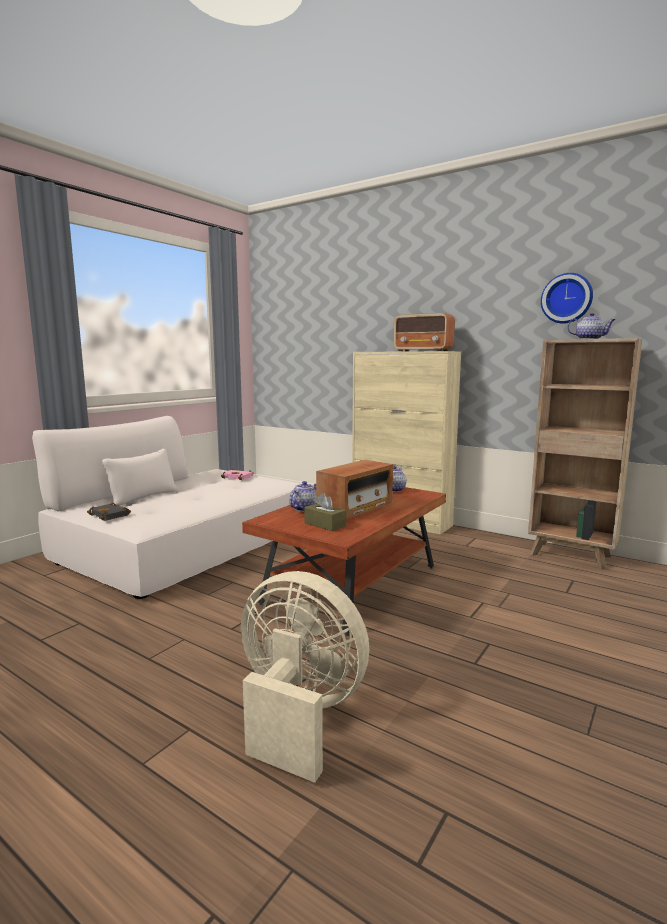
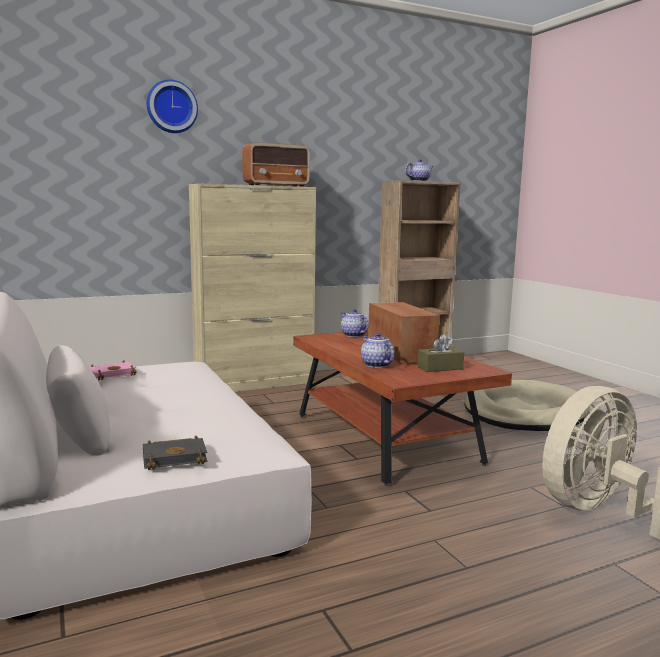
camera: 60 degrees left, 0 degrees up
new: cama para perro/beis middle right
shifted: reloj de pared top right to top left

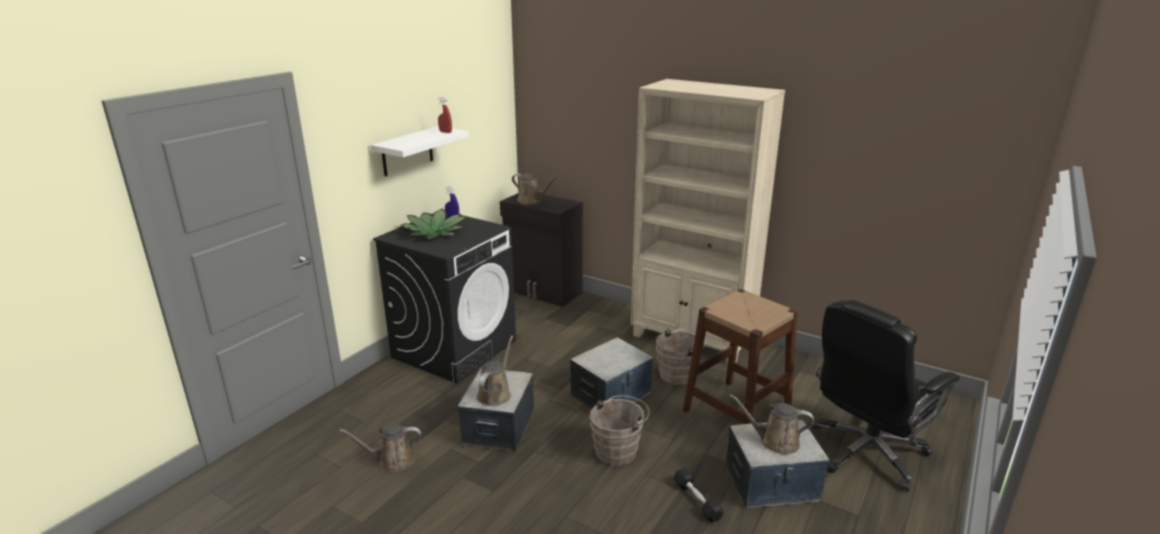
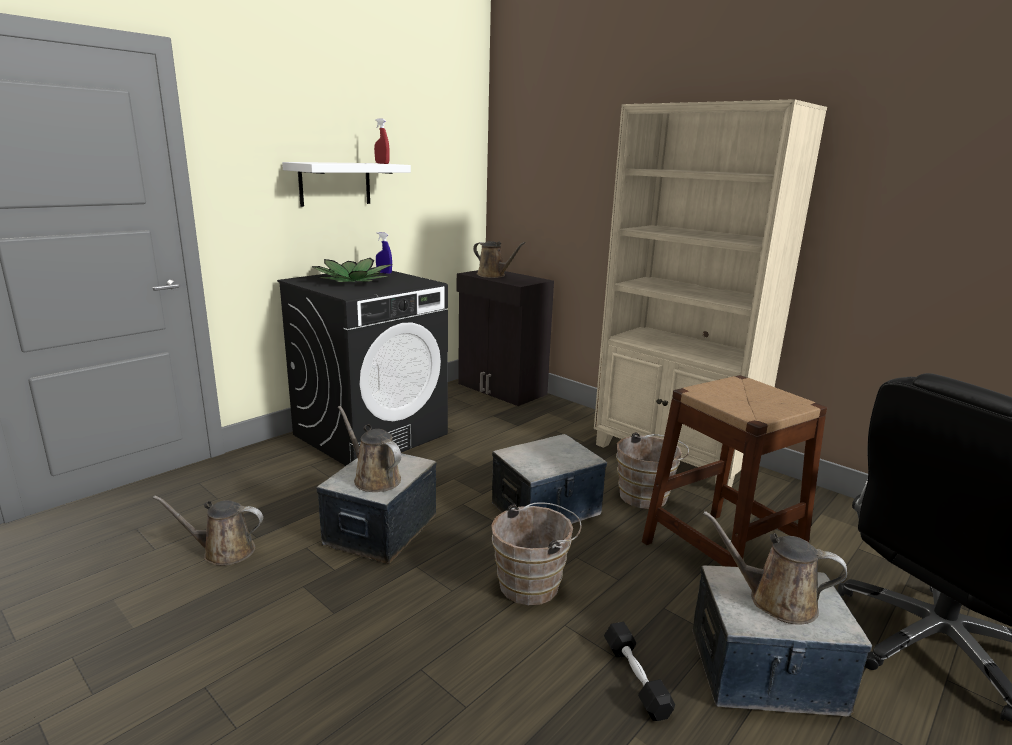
camera: 10 degrees right, 5 degrees down
rotated: regadera/marrón (no. 2 from left) bottom centre = centre 75 degrees counterclockwise

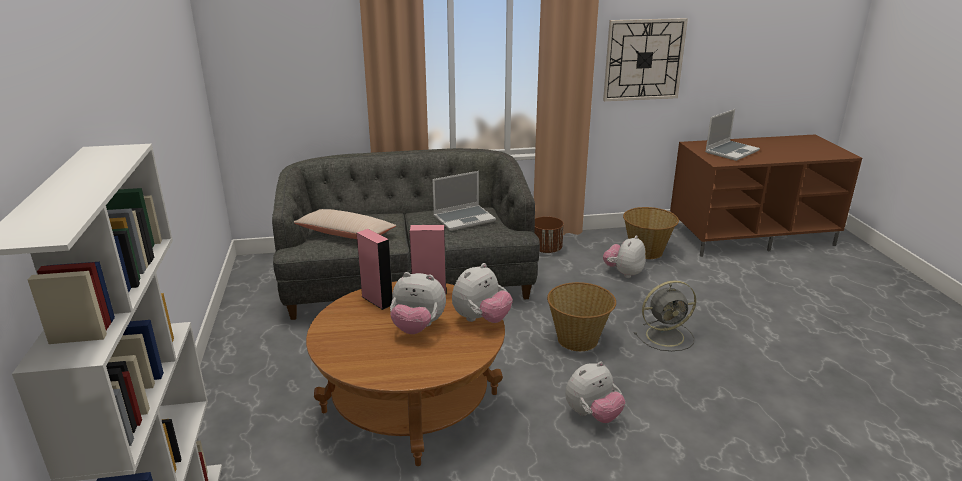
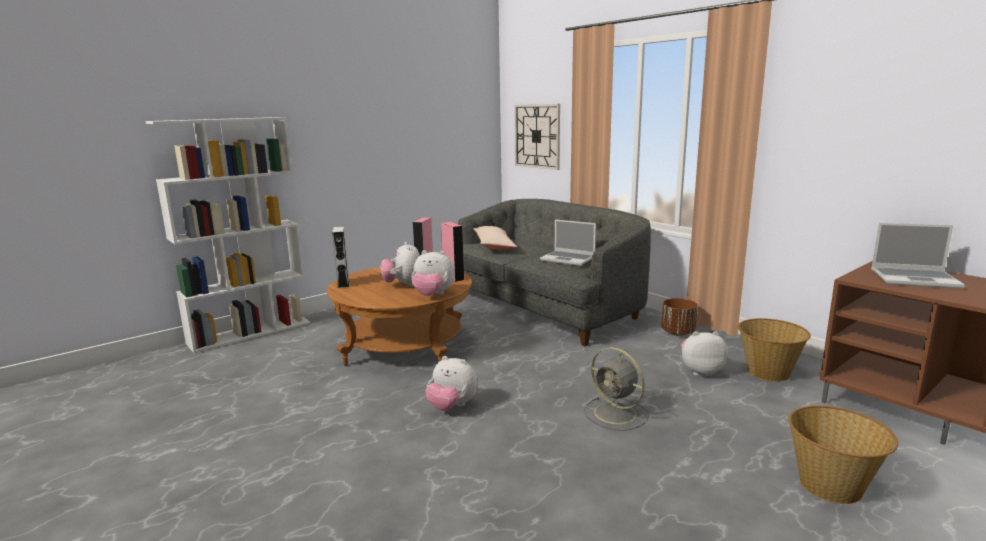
camera: 60 degrees right, 10 degrees down
new: altavoz/gris centre
shifted: cesta (no. 1 from left in the first image) centre to cesta (no. 2 from left) bottom right; reloj de pared top right to top centre

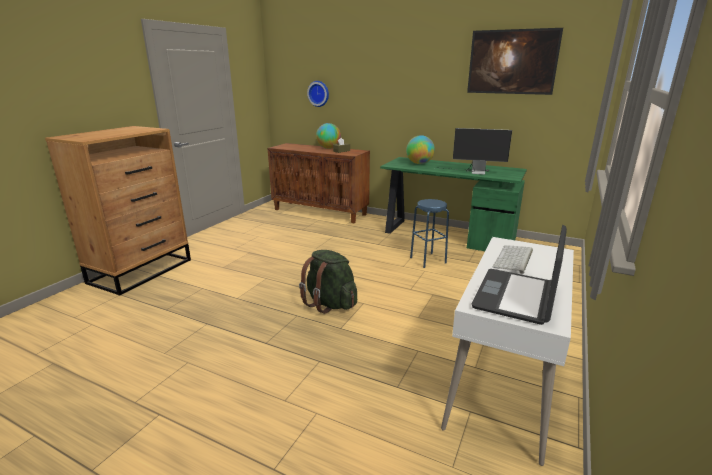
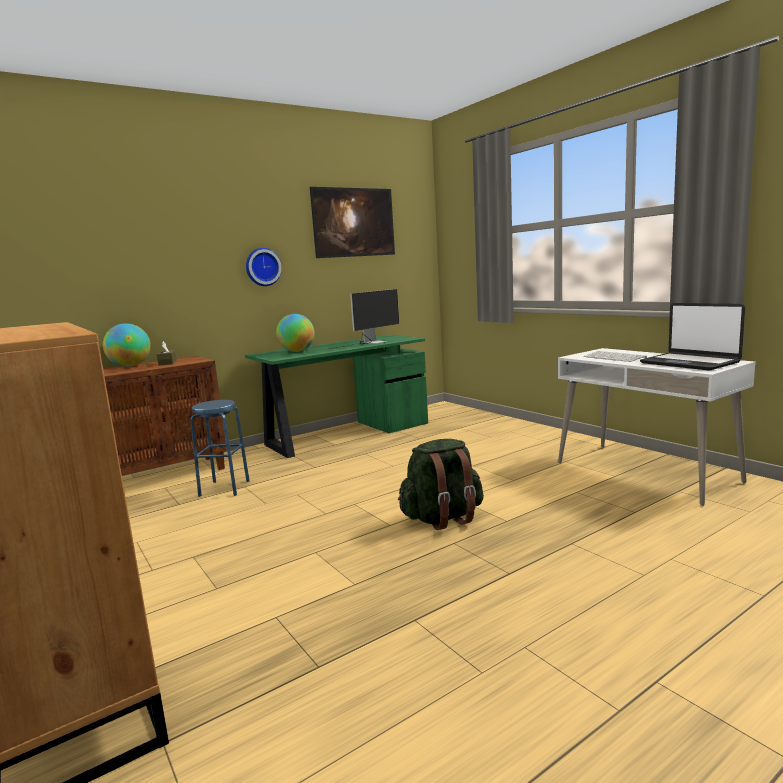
camera: 60 degrees left, 10 degrees down
shifted: reloj de pared top centre to centre; taburete/azul centre to middle left

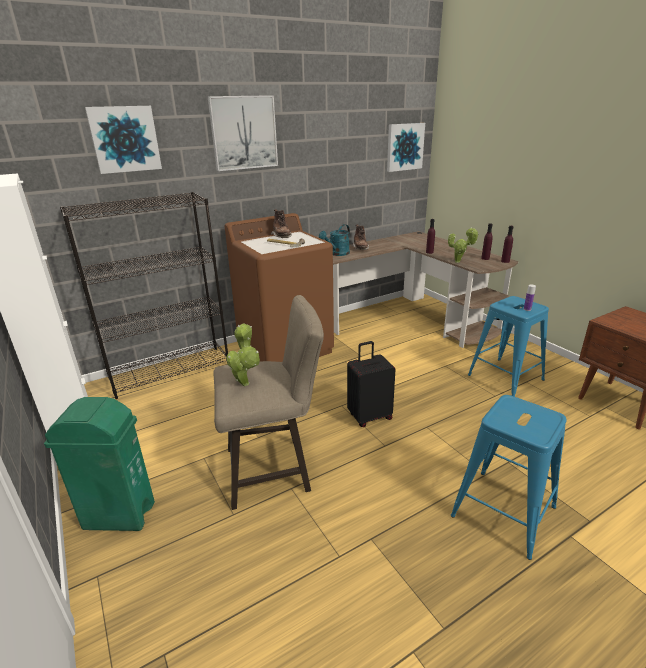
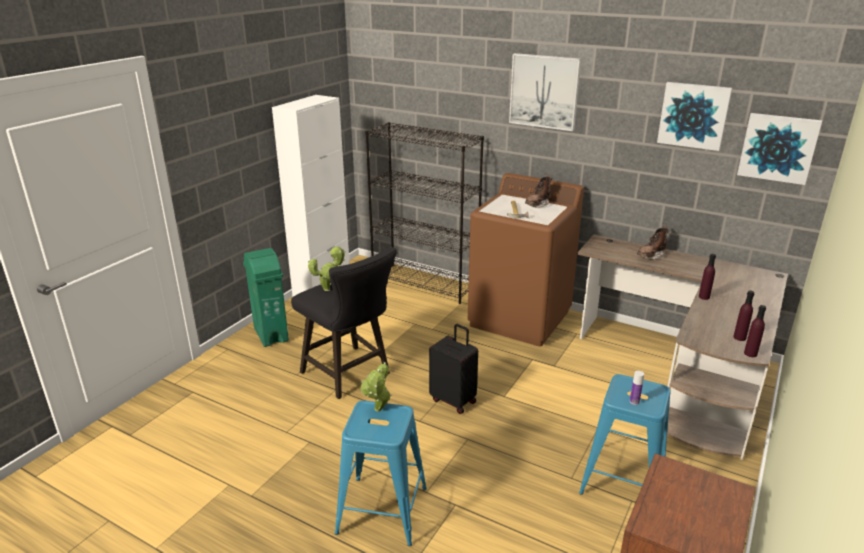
camera: 60 degrees right, 0 degrees up
gone: regadera/turquesa centre
shifted: cuadro (no. 1 from left in the first image) top left to cuadro (no. 2 from left) top right; planta en maceta (no. 2 from left) middle right to bottom centre
repainted: taburete/beis centre to taburete/negro centre

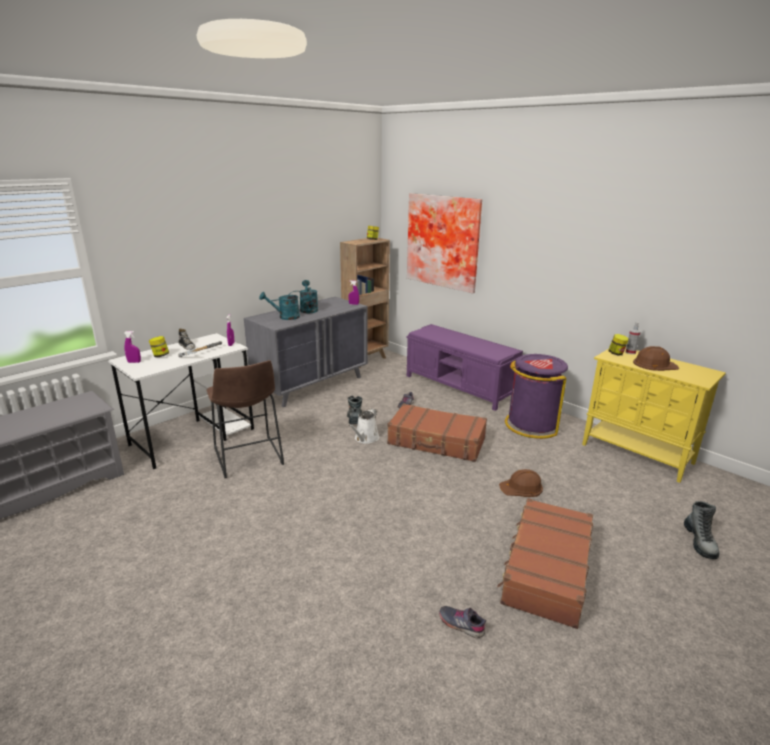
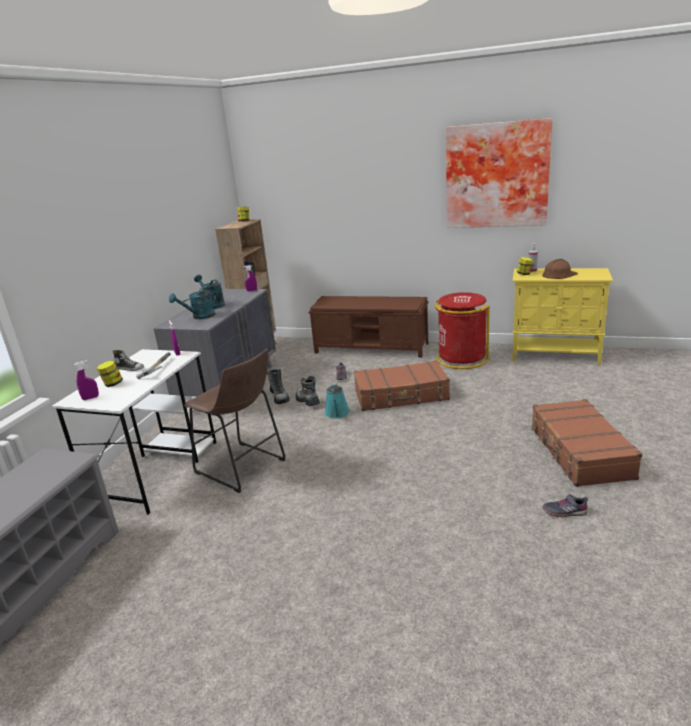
camera: 25 degrees left, 0 degrees up
gone: casco/marrón (no. 1 from left) middle right
shifted: cuadro top centre to top right; bota (no. 2 from left in the first image) bottom right to bota (no. 1 from left) centre
repainted: regadera/blanco centre to regadera/turquesa (no. 3 from left) centre; banco/morado centre to banco/marrón centre; papelera/morado middle right to papelera/rojo middle right

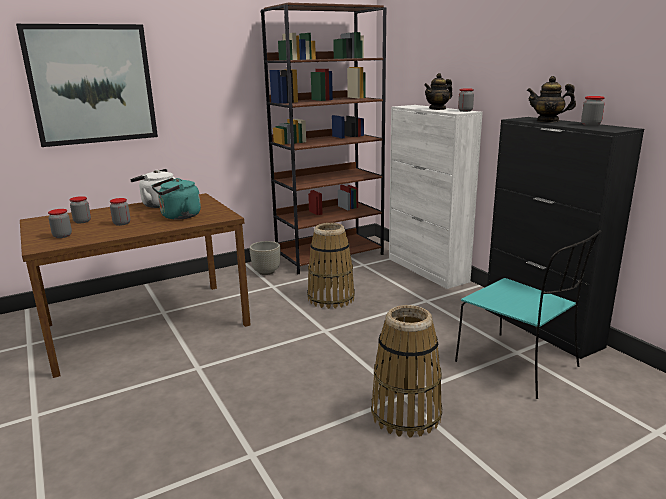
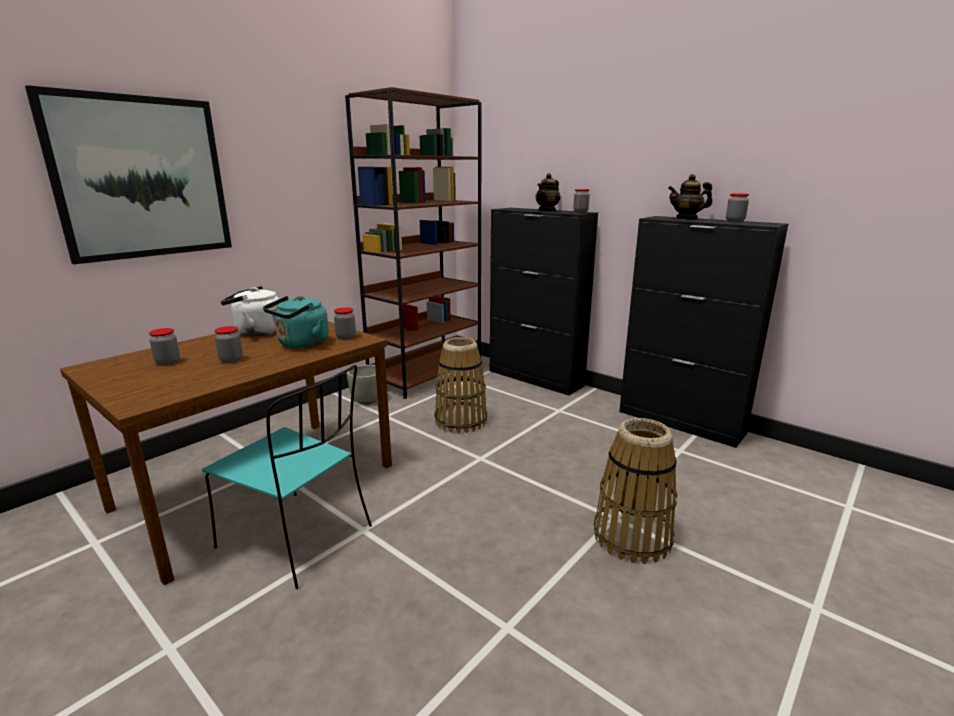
camera: 20 degrees left, 0 degrees up
shifted: tarro (no. 1 from left in the first image) middle left to tarro (no. 3 from left) centre; silla/turquesa middle right to middle left
repainted: armario/blanco centre to armario/negro (no. 1 from left) centre

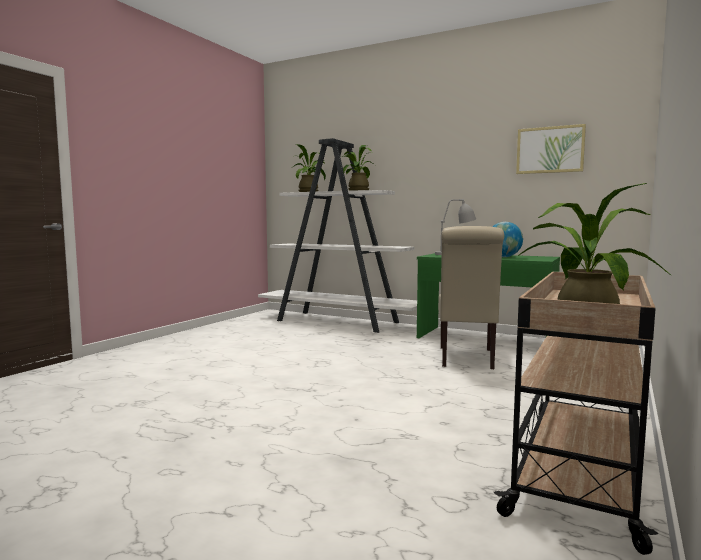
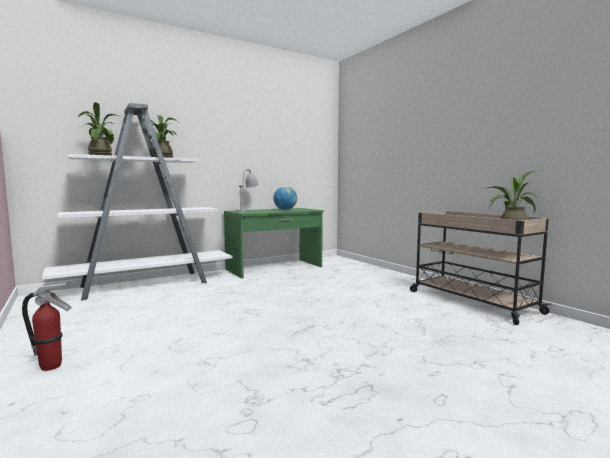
camera: 60 degrees left, 0 degrees up
gone: silla/beis middle right; cuadro top right
new: extintor bottom left

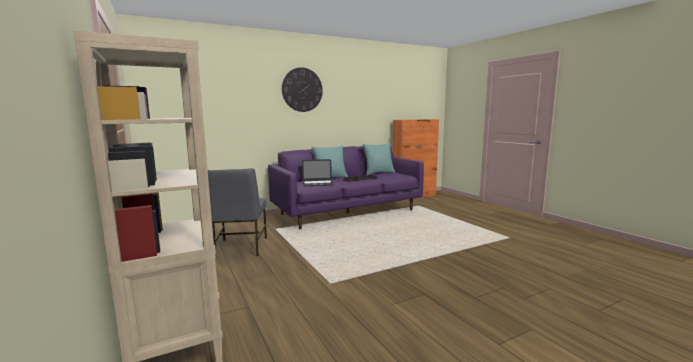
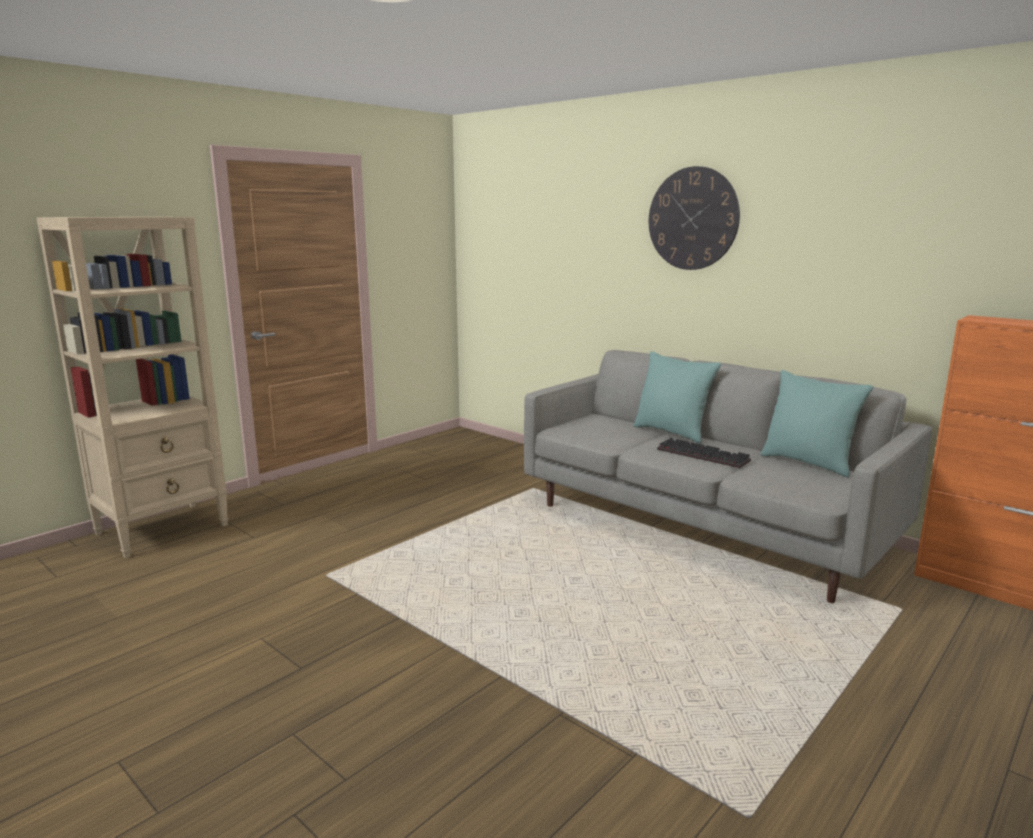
camera: 70 degrees right, 5 degrees up
gone: silla/gris centre; portátil centre
repainted: sofá/morado centre to sofá/gris middle right

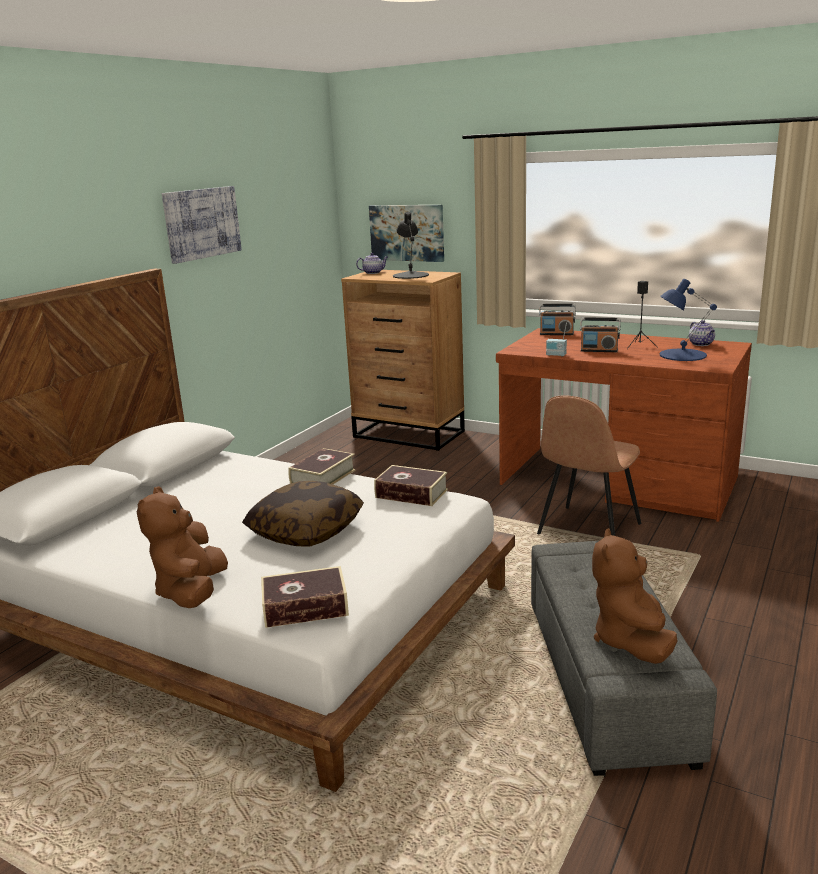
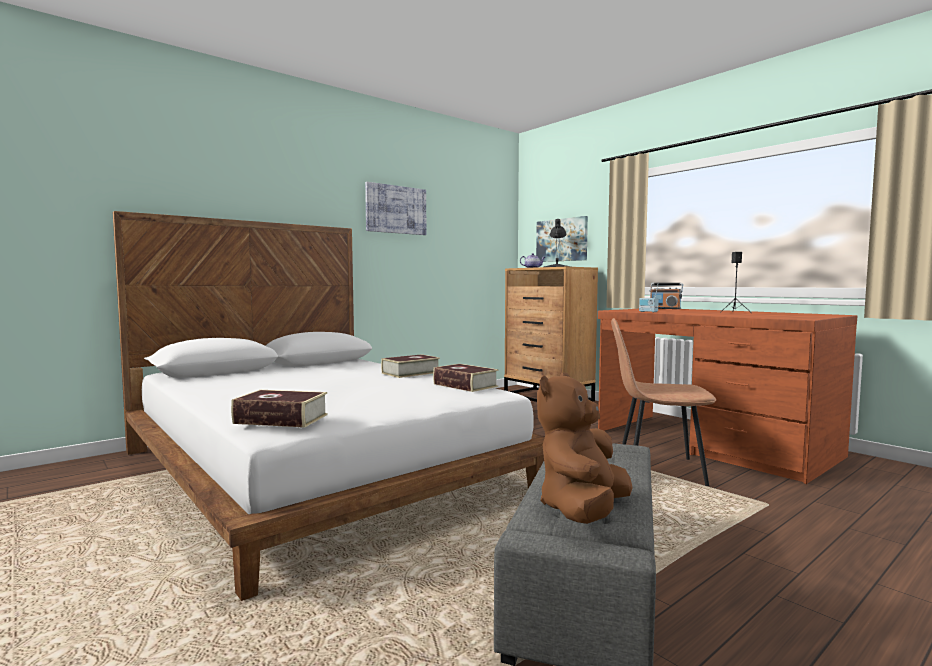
camera: 20 degrees right, 15 degrees down
gone: peluche/marrón (no. 1 from left) middle left; cojín centre; radio (no. 3 from left) middle right; lámpara de mesa/azul middle right; tetera (no. 2 from left) middle right
rotated: silla/marrón middle right = middle right 45 degrees clockwise

